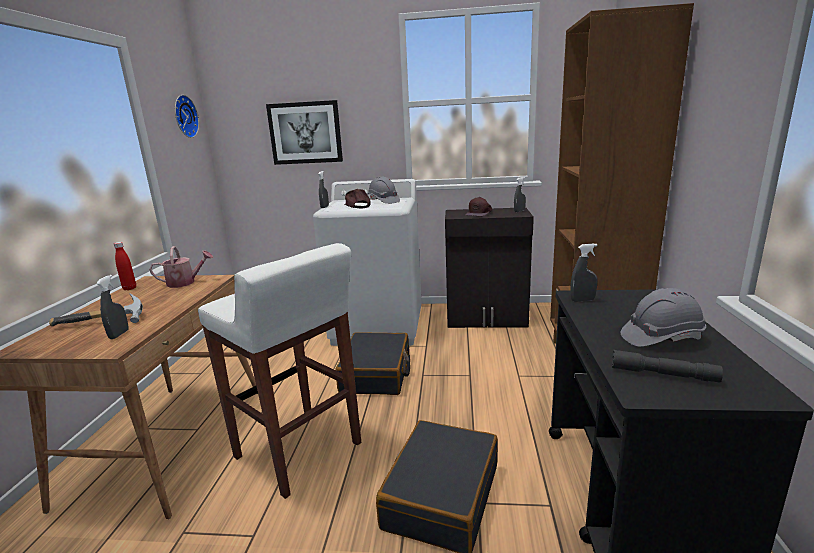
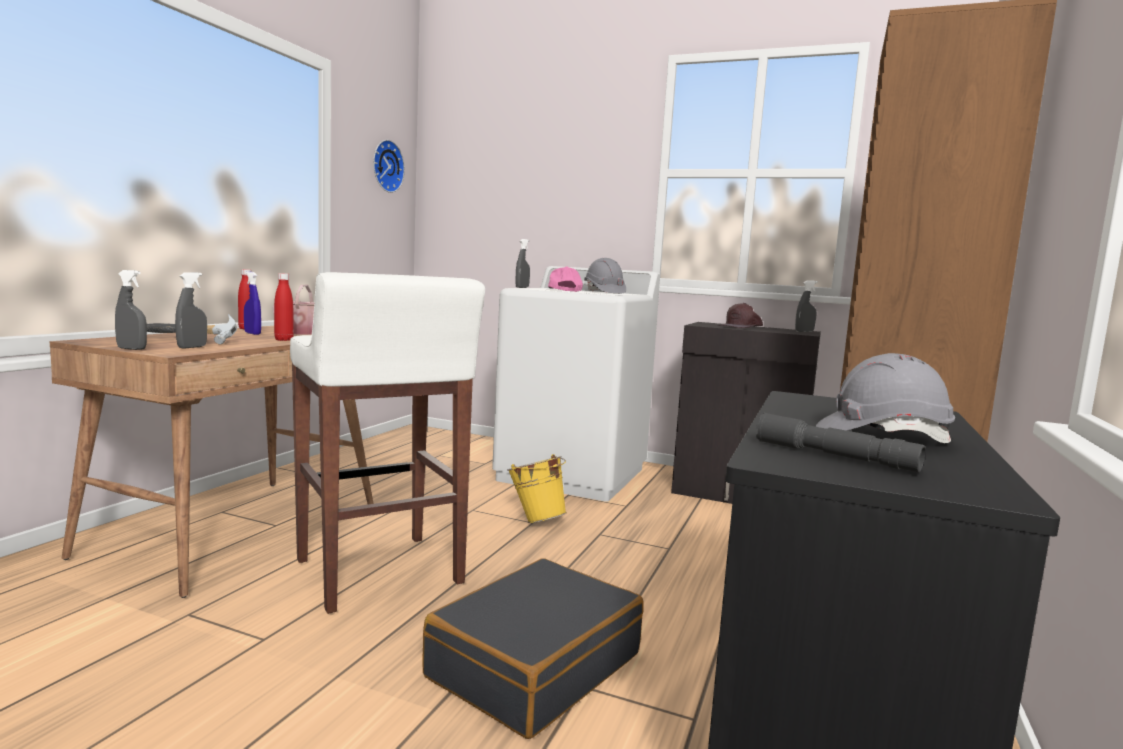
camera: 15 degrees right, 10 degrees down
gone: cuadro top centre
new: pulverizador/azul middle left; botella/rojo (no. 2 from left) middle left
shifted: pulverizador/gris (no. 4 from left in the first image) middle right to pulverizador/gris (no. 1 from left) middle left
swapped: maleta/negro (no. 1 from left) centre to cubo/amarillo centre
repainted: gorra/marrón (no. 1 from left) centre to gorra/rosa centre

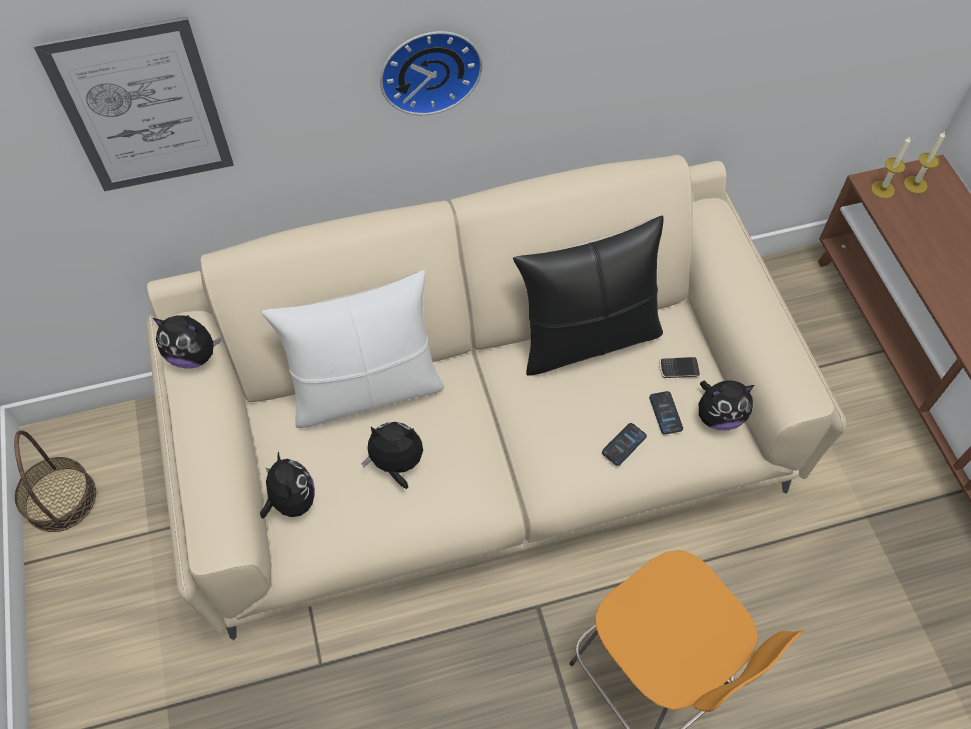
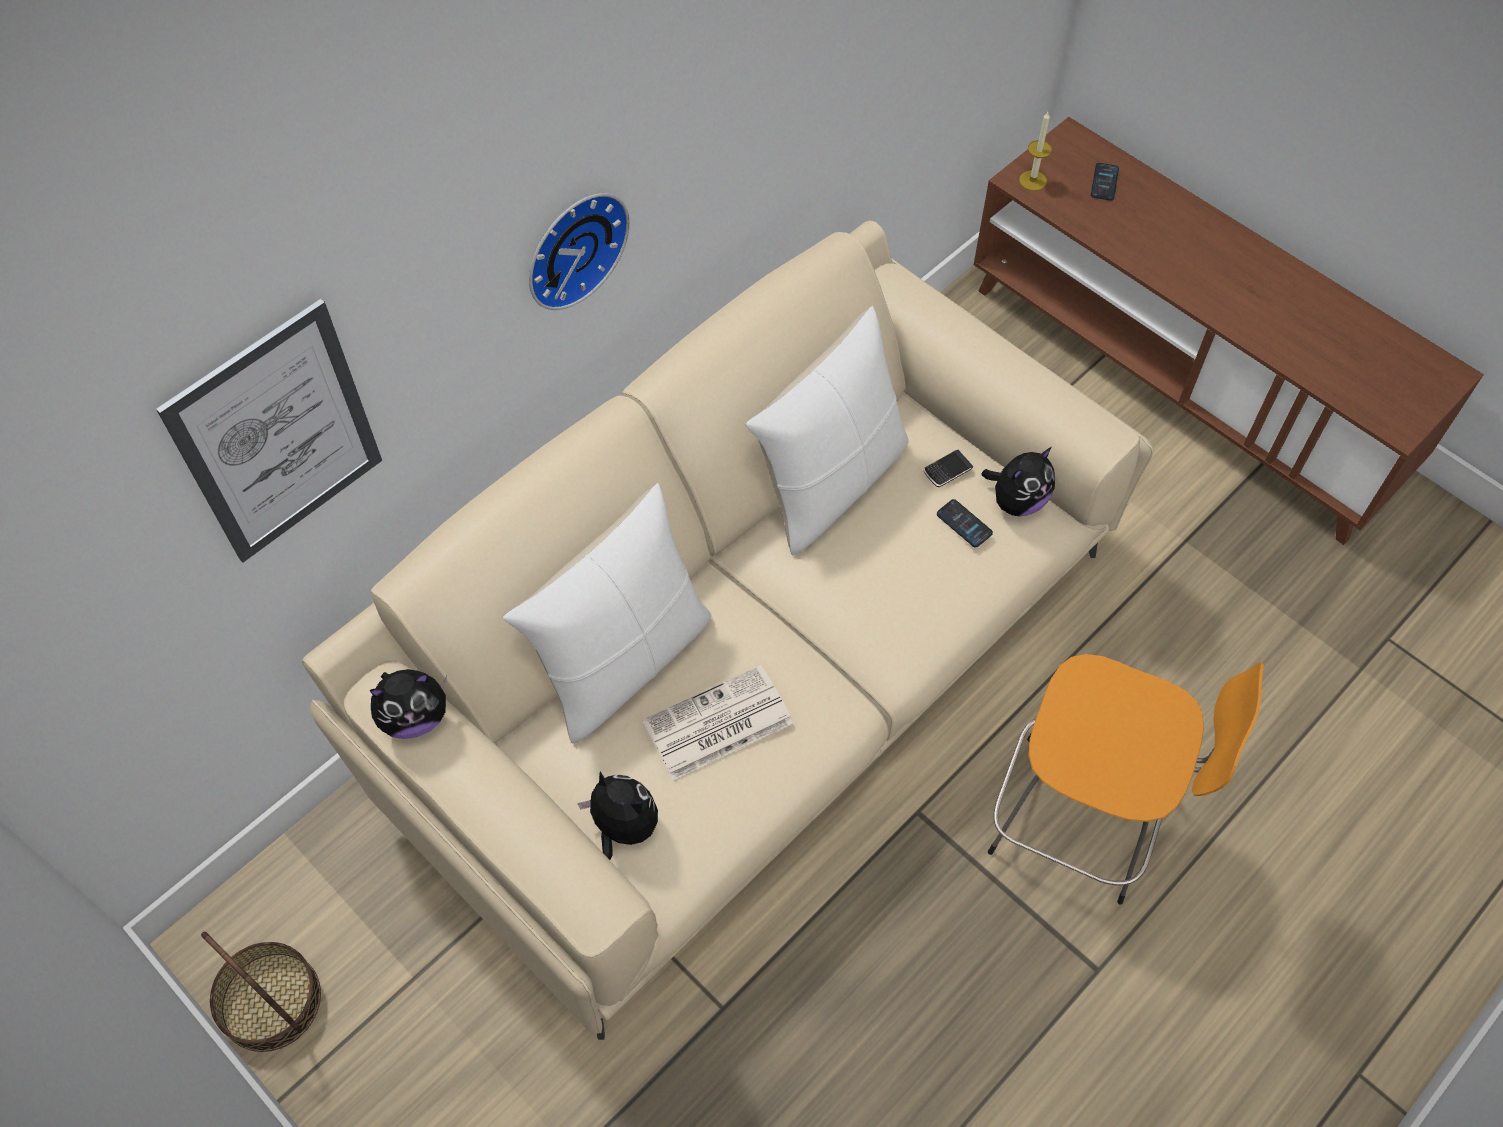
camera: 30 degrees left, 0 degrees up
gone: vela (no. 2 from left) top right
shifted: móvil (no. 1 from left in the first image) centre to móvil (no. 3 from left) top right
swapped: peluche (no. 3 from left) centre to periódico centre
repainted: cojín/negro centre to cojín/blanco (no. 2 from left) centre

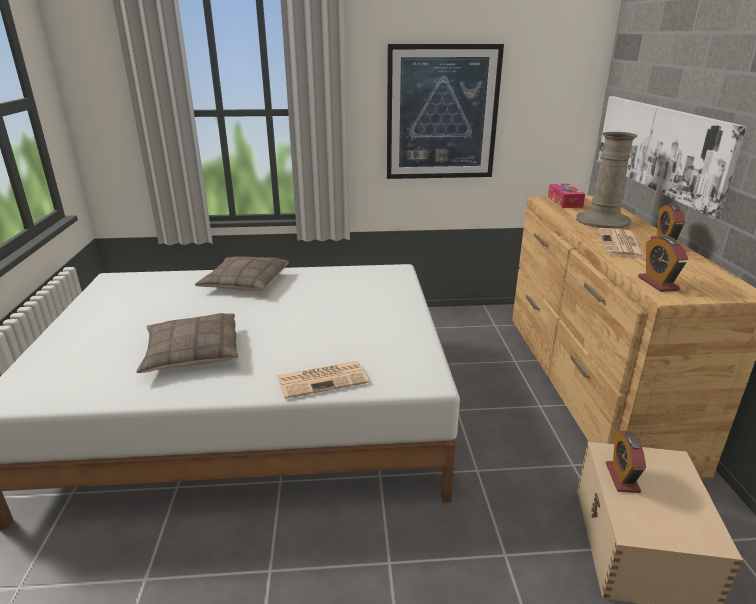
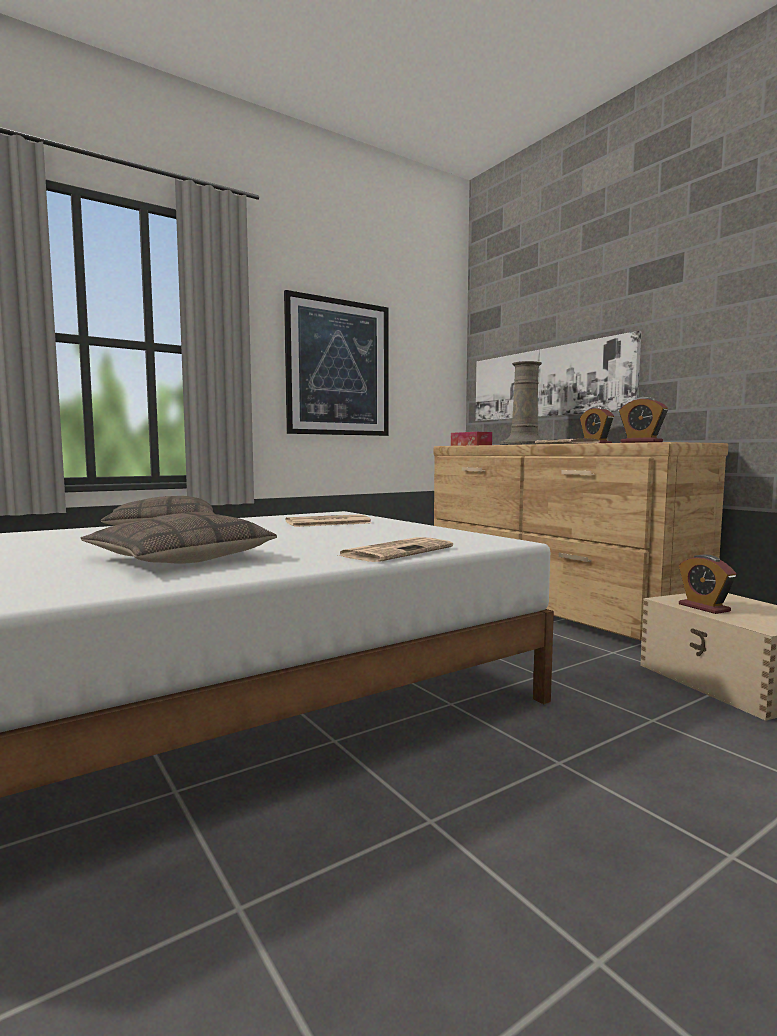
camera: 30 degrees left, 20 degrees down
new: periódico (no. 1 from left) centre

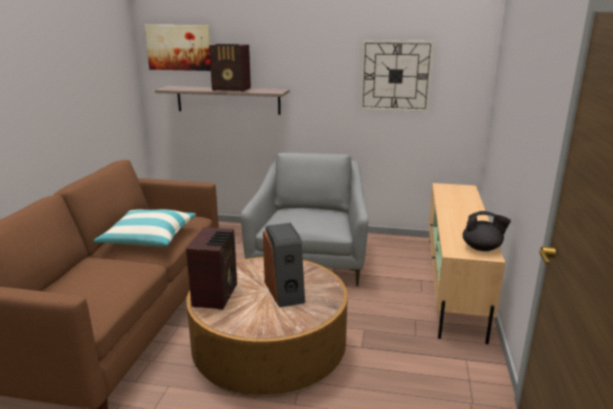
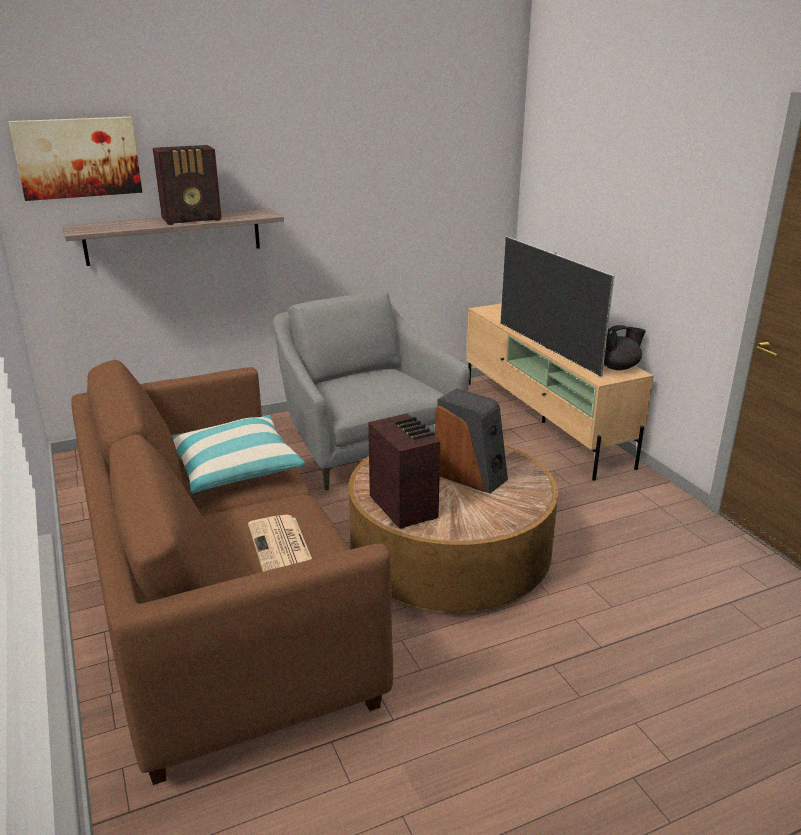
camera: 35 degrees left, 5 degrees up
gone: reloj de pared top centre
new: periódico centre; televisor middle right

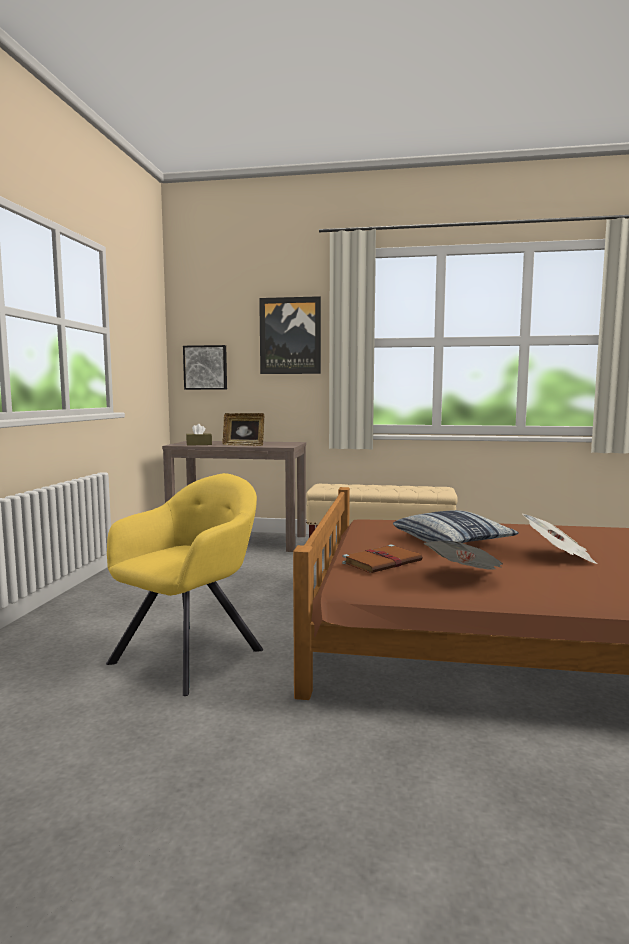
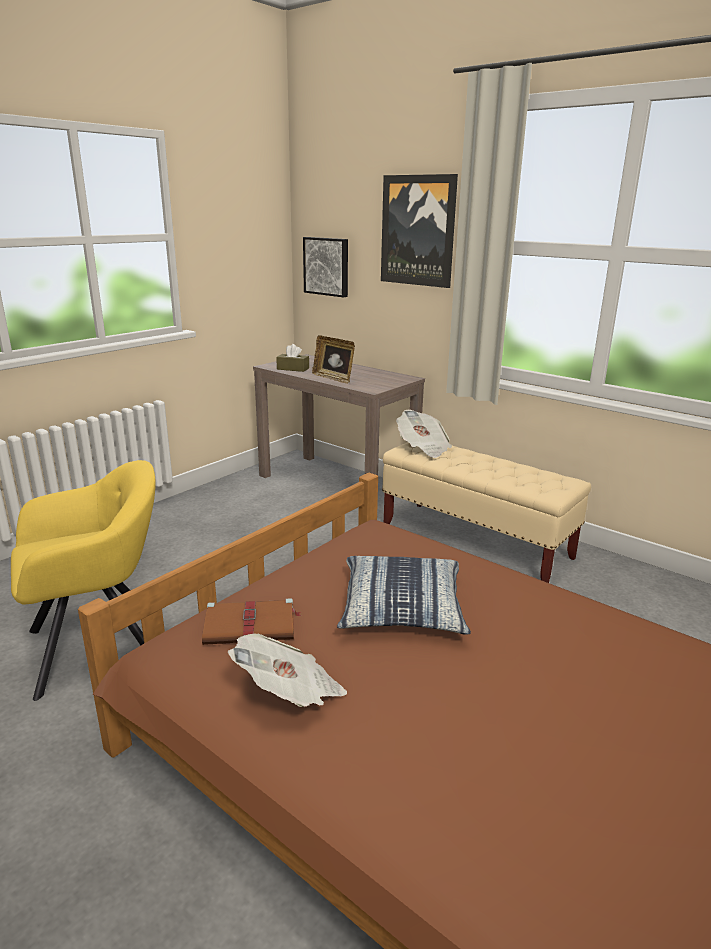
camera: 30 degrees right, 15 degrees up
shifted: periódico (no. 2 from left) middle right to centre

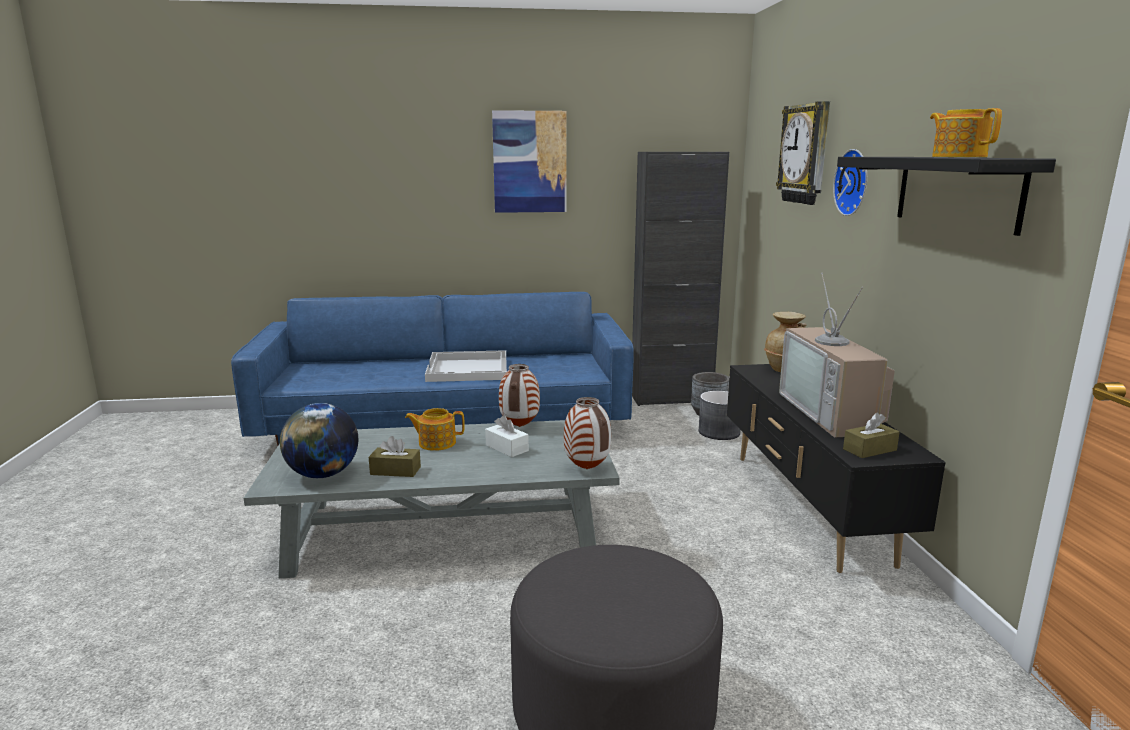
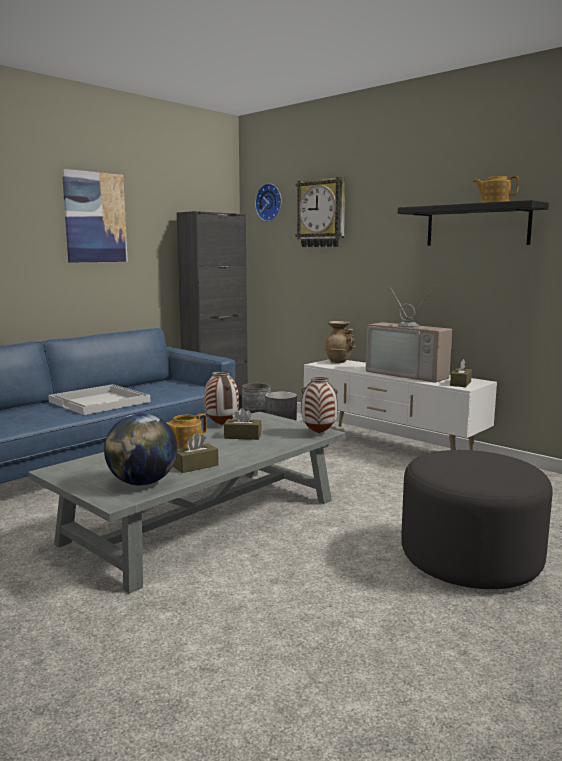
camera: 40 degrees left, 5 degrees down
shifted: reloj de pared (no. 2 from left in the first image) top right to reloj de pared (no. 1 from left) top centre
repainted: caja de pañuelos/blanco centre to caja de pañuelos/marrón (no. 2 from left) centre; mueble de televisión/negro middle right to mueble de televisión/blanco middle right

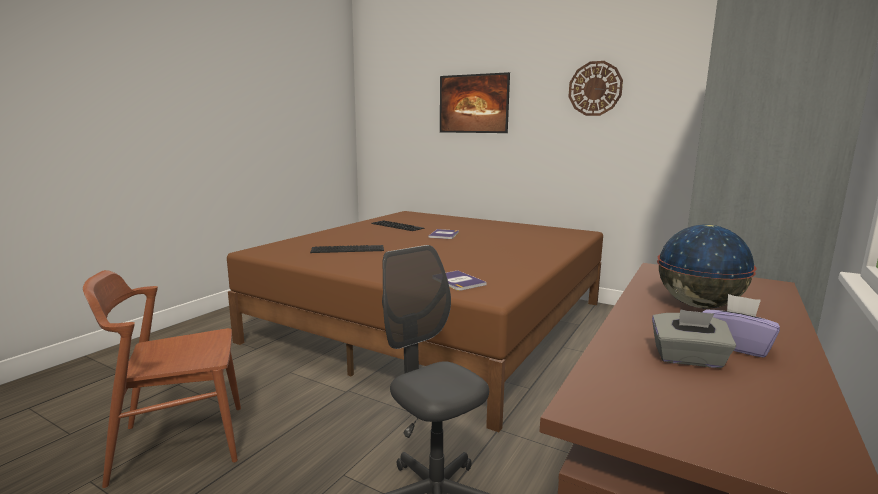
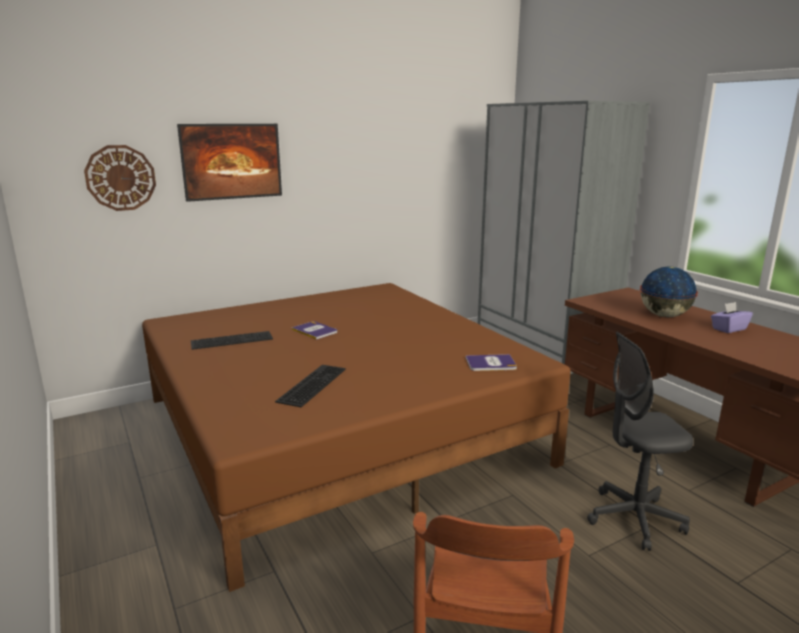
camera: 60 degrees left, 5 degrees up
gone: caja de pañuelos/gris bottom right
shifted: reloj de pared top right to top left

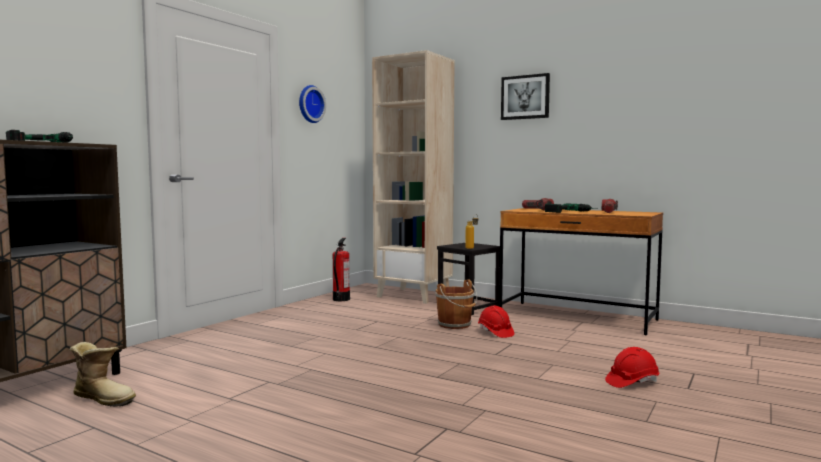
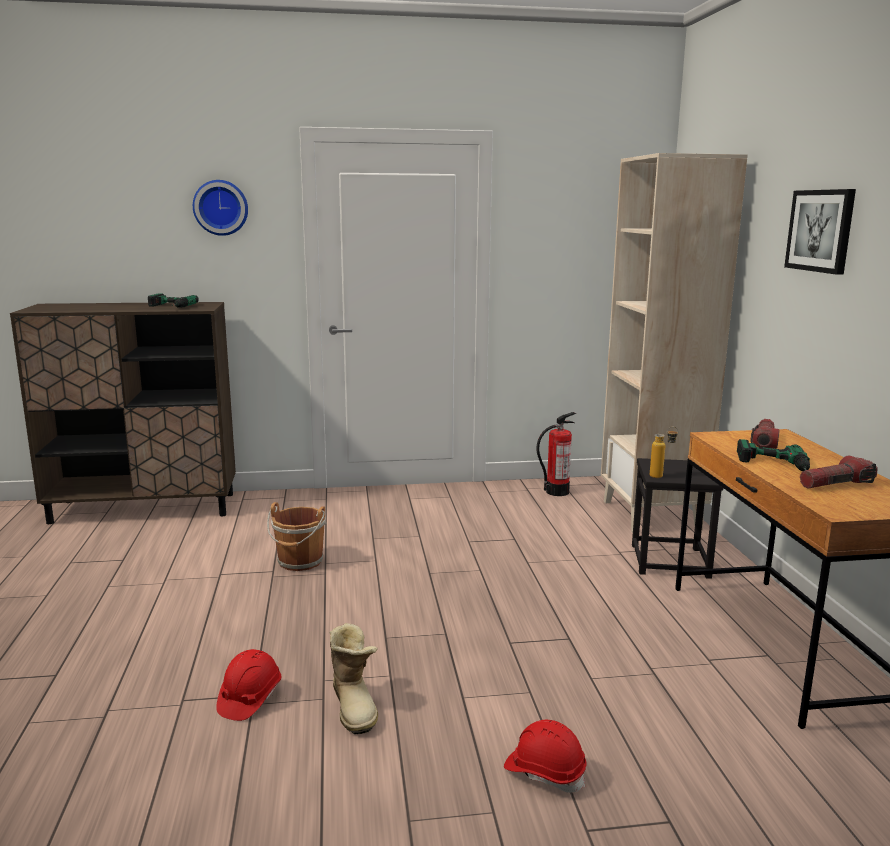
camera: 50 degrees right, 10 degrees up
shifted: bota bottom left to bottom centre; reloj de pared top centre to top left; cubo/marrón centre to middle left; casco/rojo (no. 1 from left) bottom centre to bottom left

